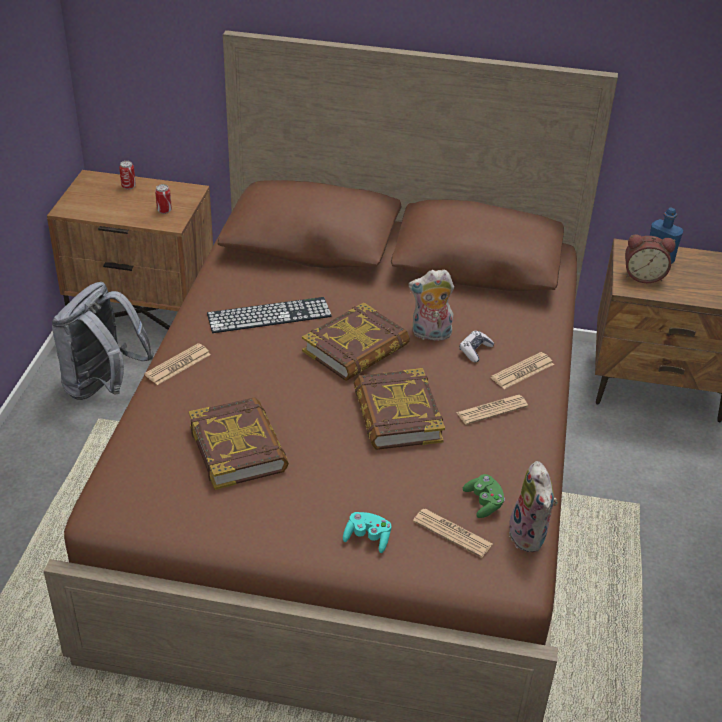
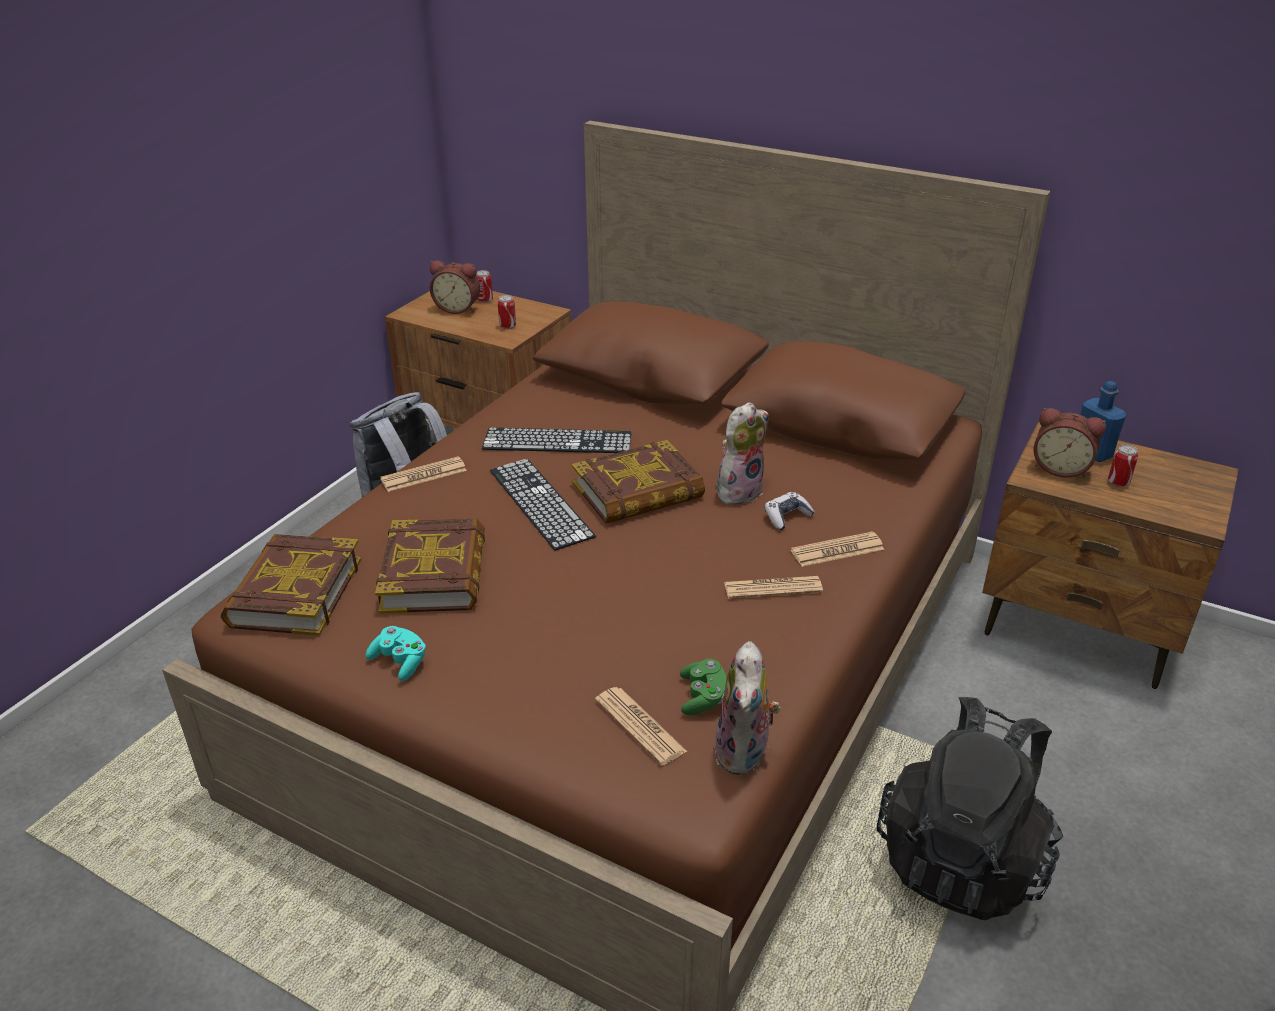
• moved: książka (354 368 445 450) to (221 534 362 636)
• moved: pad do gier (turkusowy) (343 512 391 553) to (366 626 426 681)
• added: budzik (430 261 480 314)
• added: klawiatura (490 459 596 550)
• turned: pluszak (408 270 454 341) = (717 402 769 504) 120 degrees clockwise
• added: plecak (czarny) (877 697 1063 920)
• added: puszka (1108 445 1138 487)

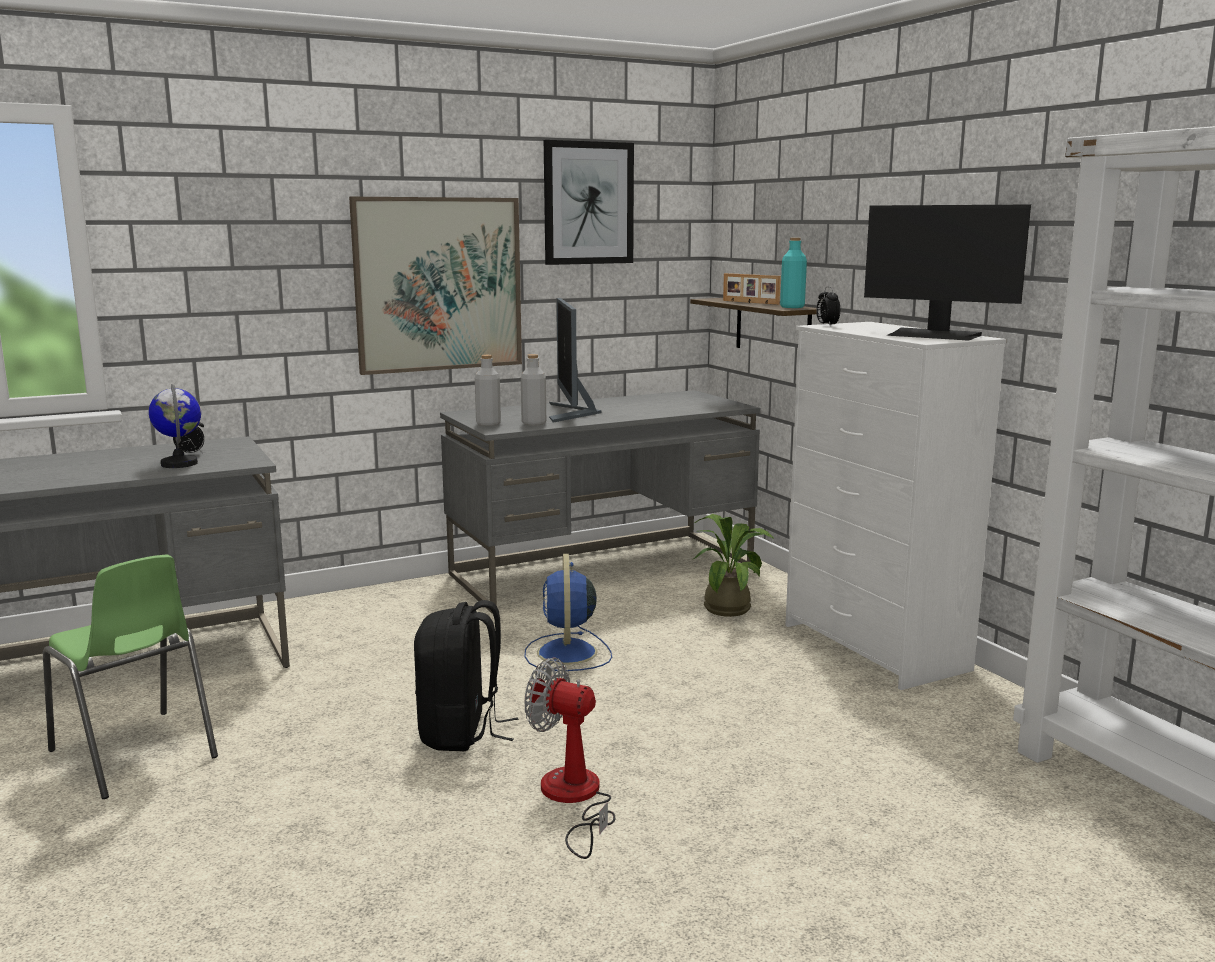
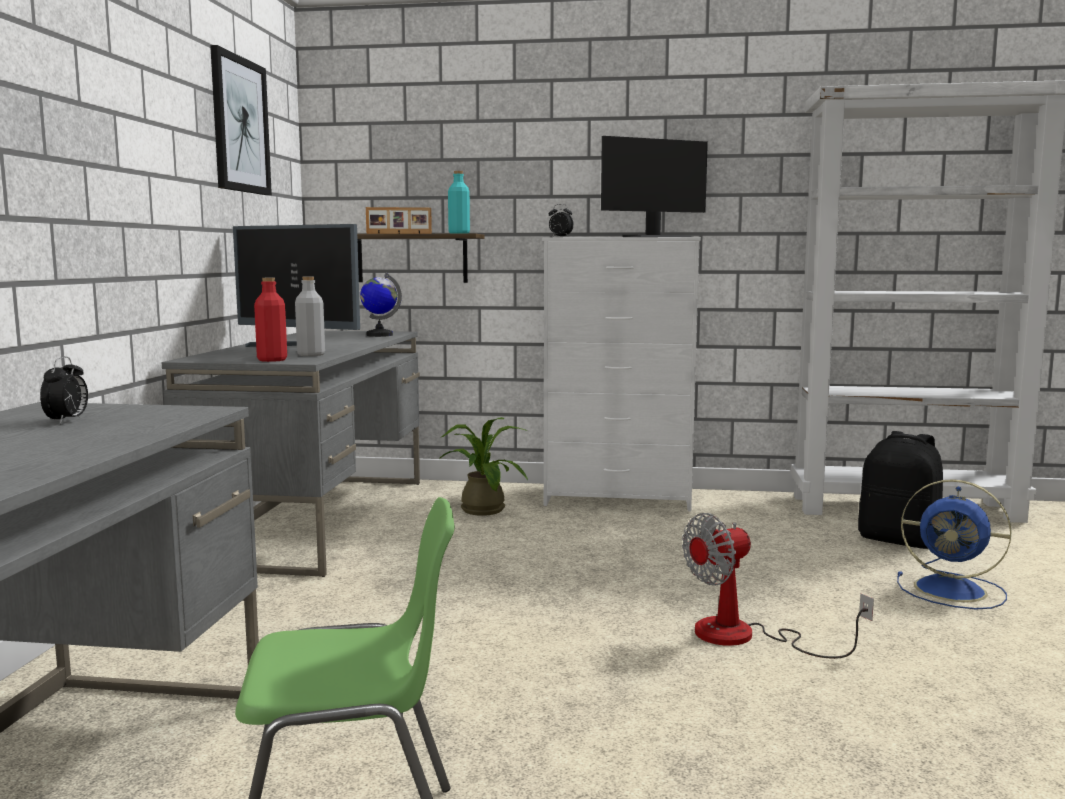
• recoloured: butelka (szary) (475 355 501 426) to butelka (czerwony) (254 278 287 362)
• moved: globus (149 384 201 468) to (360 273 402 337)
• moved: plecak (czarny) (414 600 519 751) to (858 431 943 549)
• moved: wentylator (niebieski) (525 554 612 671) to (897 479 1012 609)
• removed: obraz (349 197 522 375)

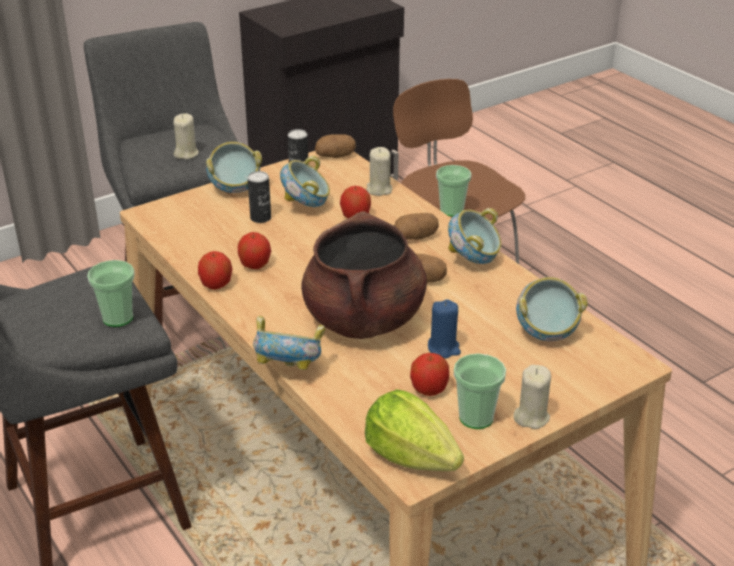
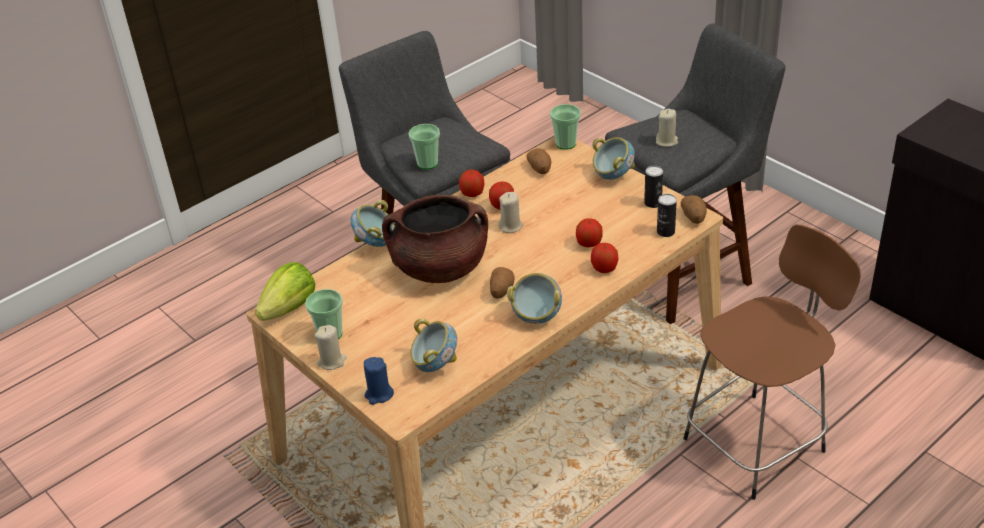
• moved: świeca (niebieski) (428 299 461 358) to (364 357 394 405)
• moved: świeca (beżowy) (367 147 392 196) to (498 192 524 233)
• moved: ziemniak (394 213 439 240) to (527 149 551 174)
• moved: filiżanka (436 165 472 216) to (550 104 581 150)
• moved: jabłko (410 353 449 396) to (591 243 619 273)
• moved: puszka (248 171 271 223) to (657 194 677 237)
• removed: miska (280 156 330 207)

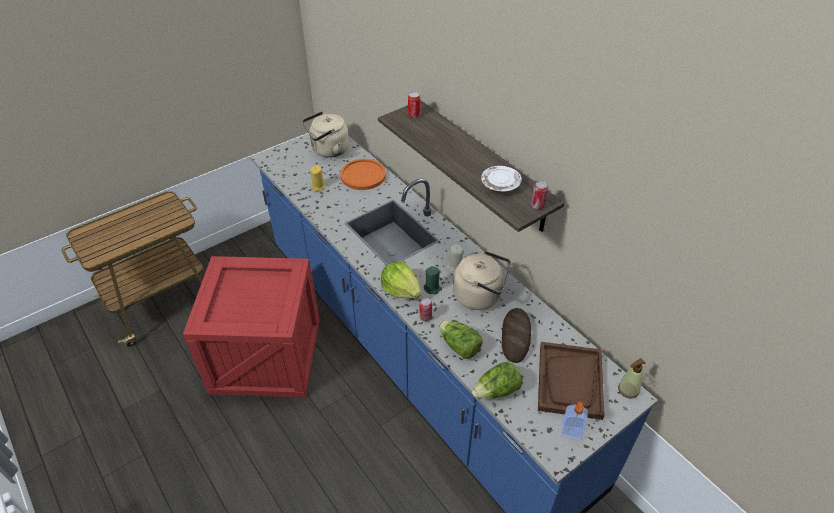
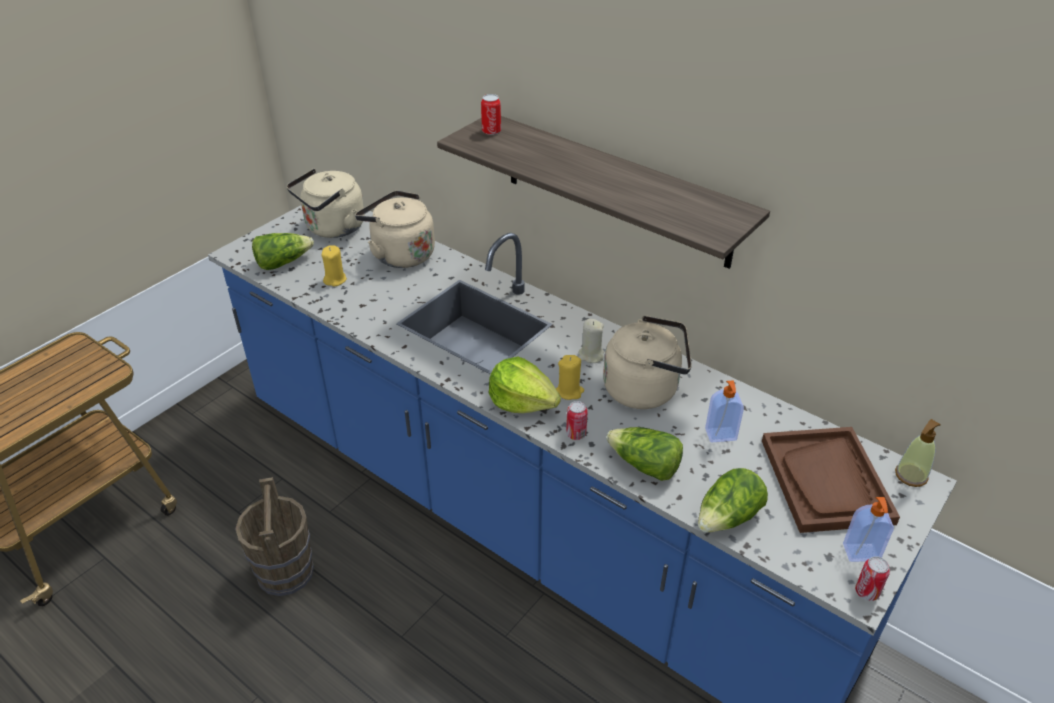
• replaced: skrzynka (183 256 320 397) to wiadro (brązowy) (235 477 314 596)
• added: sałata (252 233 314 270)
• replaced: talerz (pomarańczowy) (340 159 386 190) to czajnik (beżowy) (355 191 435 268)
• recoloured: świeca (zielony) (423 266 442 294) to świeca (żółty) (556 355 584 400)
• replaced: chleb (502 308 531 363) to dozownik mydła (705 380 744 442)
• moved: puszka (531 181 548 209) to (855 556 890 601)
• removed: talerz (biały) (481 166 522 193)

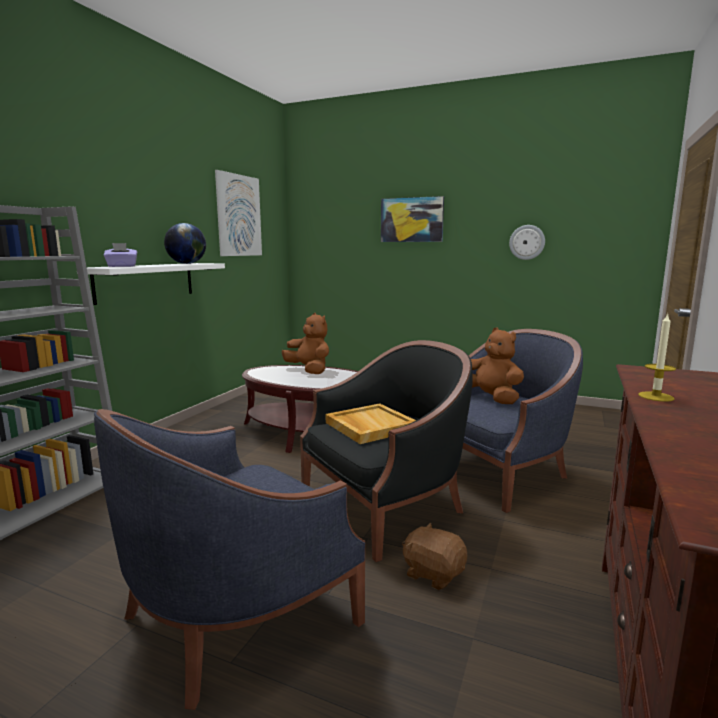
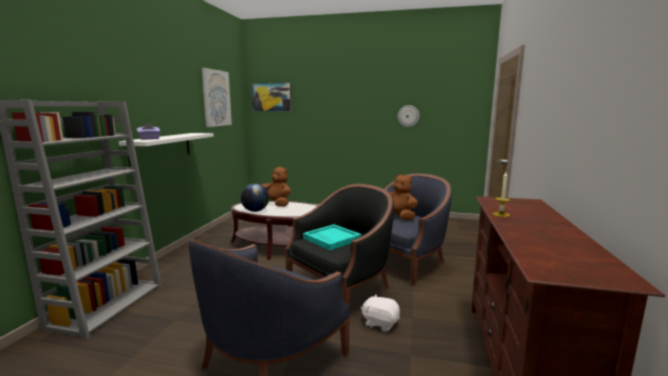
• moved: globus (164 223 206 264) to (241 184 269 212)
• moved: obraz (381 196 444 242) to (251 83 291 112)
• recoloured: taca (beżowy) (326 403 416 444) to taca (turkusowy) (303 224 362 250)
• recoloured: pluszak (brązowy) (402 523 467 590) to pluszak (biały) (361 294 400 332)

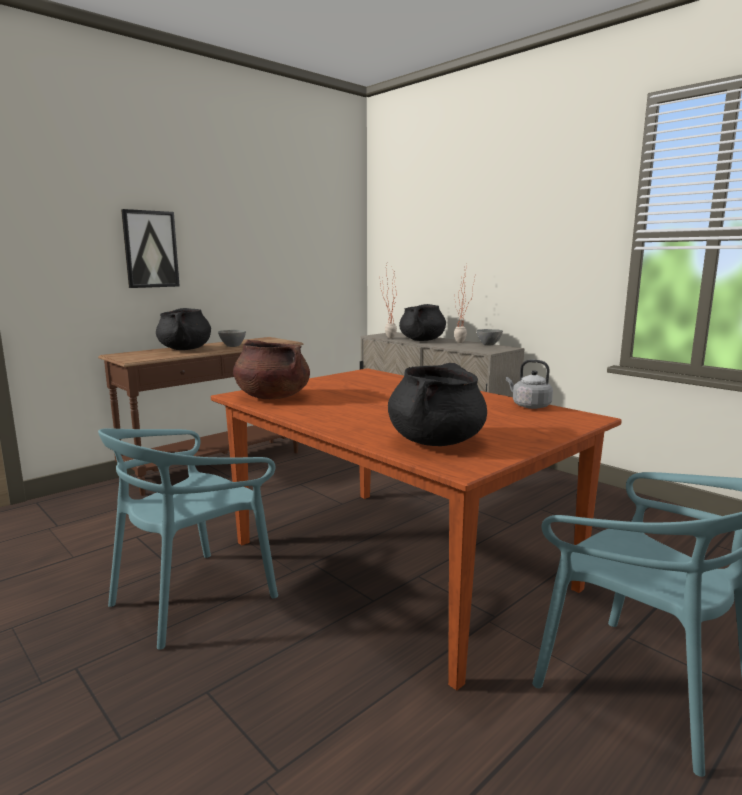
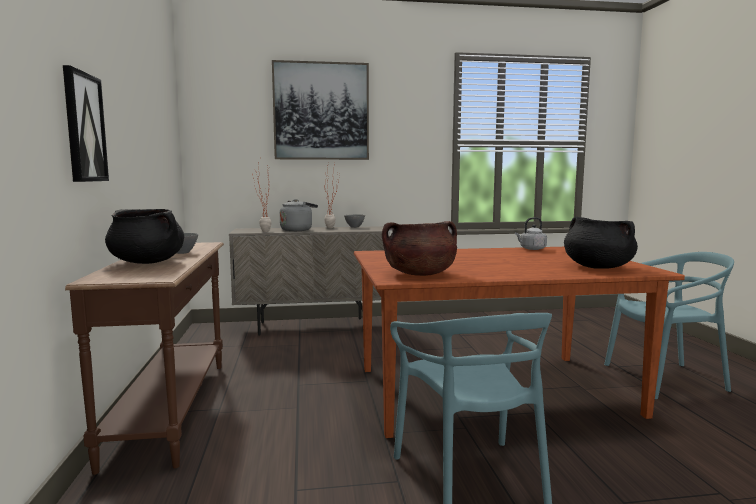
• added: obraz (272 60 369 160)
• replaced: garnek (czarny) (399 304 446 341) to czajnik (szary) (280 199 318 231)

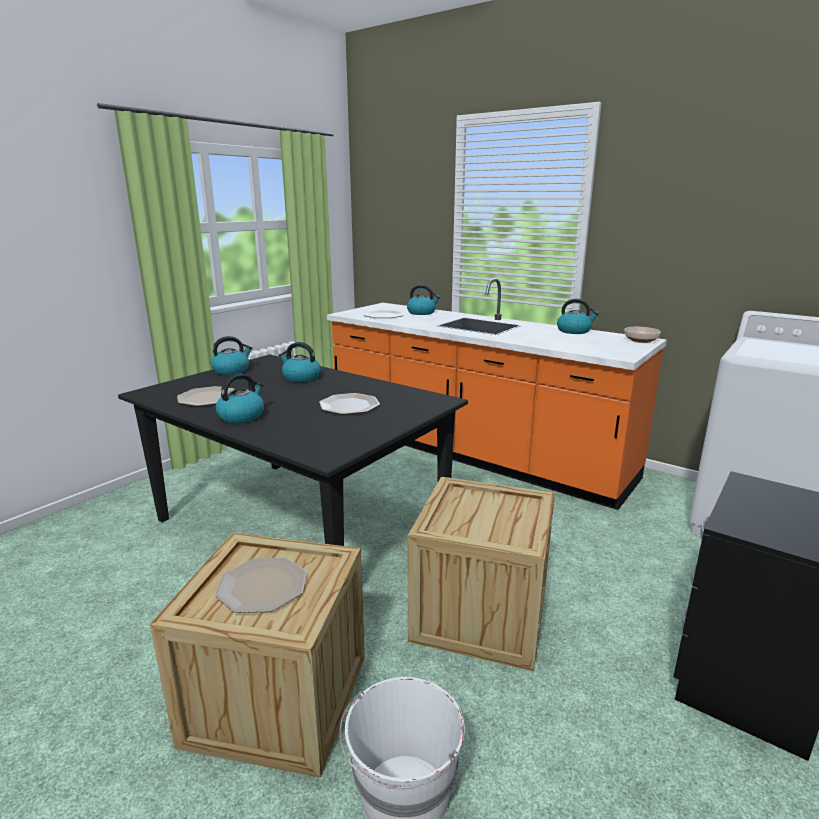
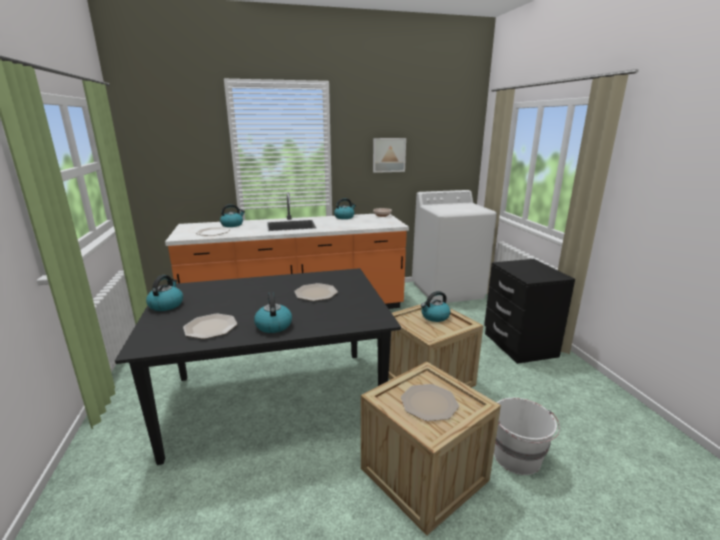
• added: obraz (373 138 406 173)
• moved: czajnik (279 342 321 382) to (421 291 450 322)

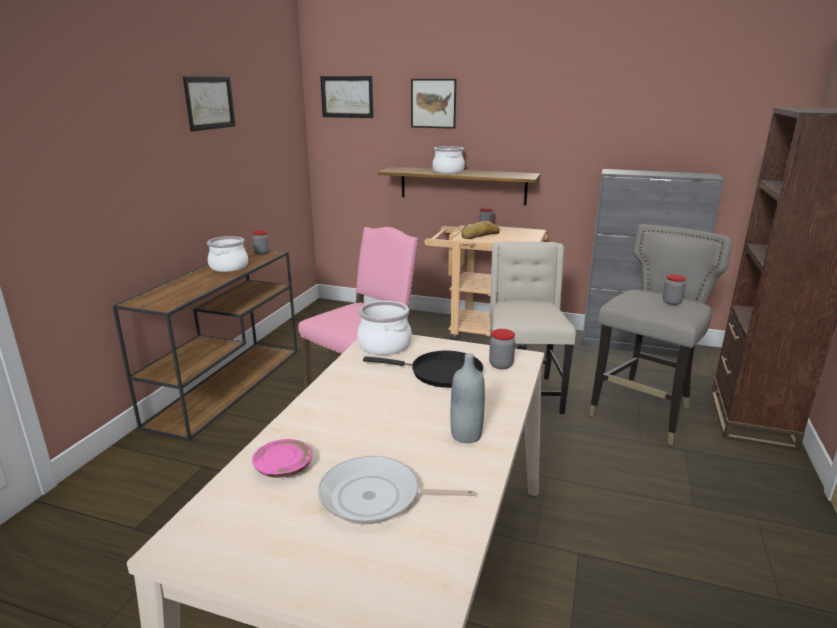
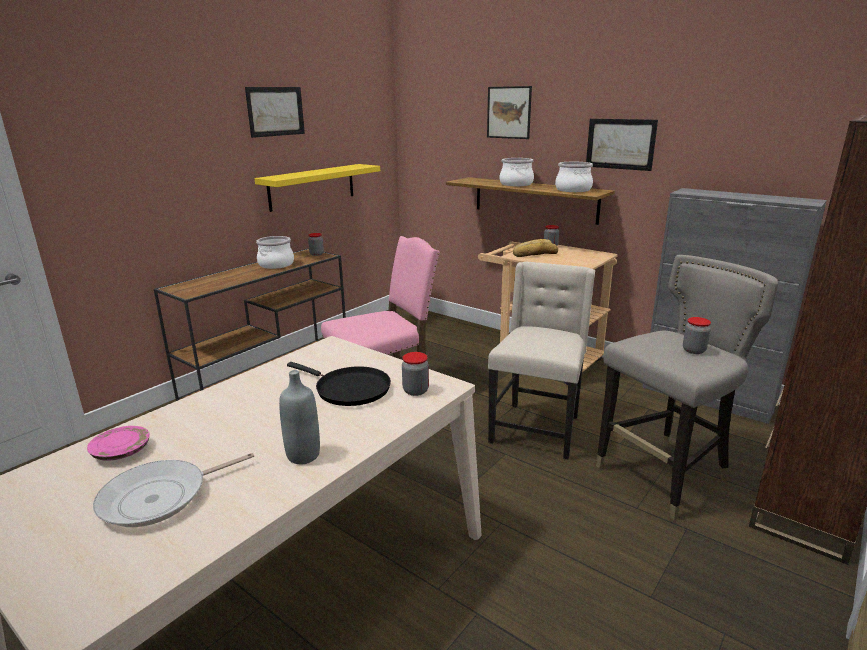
• turned: patelnia (318 456 475 524) = (93 453 254 527) 60 degrees counterclockwise
• added: półka (żółty) (254 164 380 212)
• moved: garnek (357 301 412 355) to (555 162 593 192)
• moved: obraz (320 76 374 118) to (586 119 658 171)

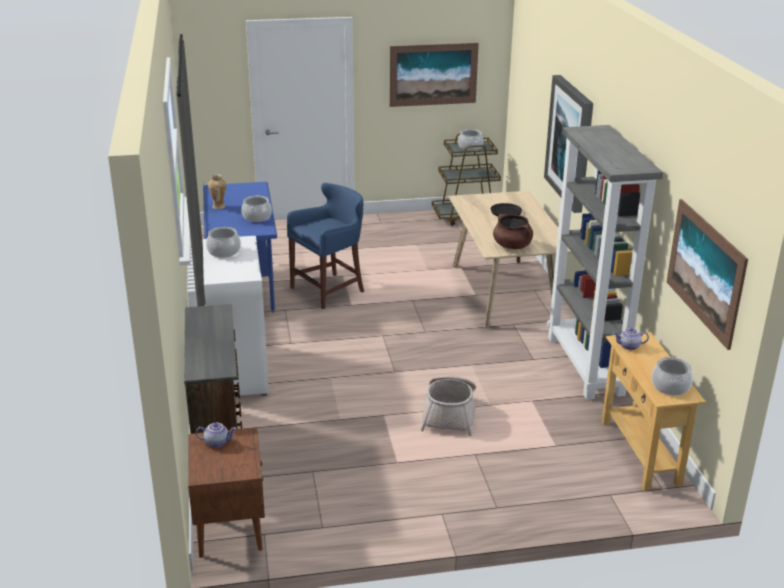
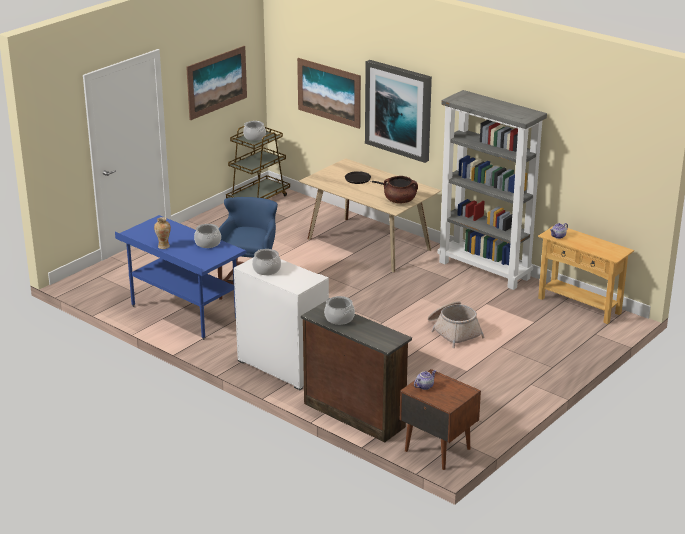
• moved: obraz (667 199 748 350) to (297 58 361 129)
• moved: garnek (651 357 693 396) to (324 296 355 325)

